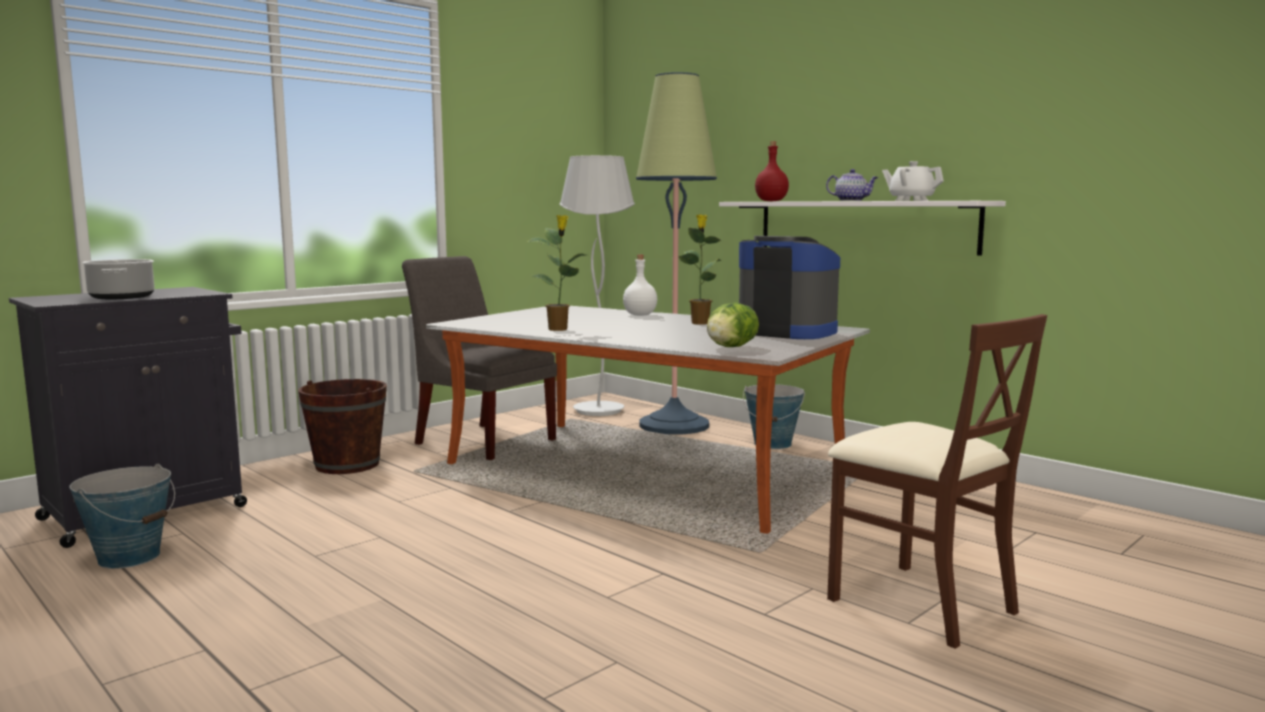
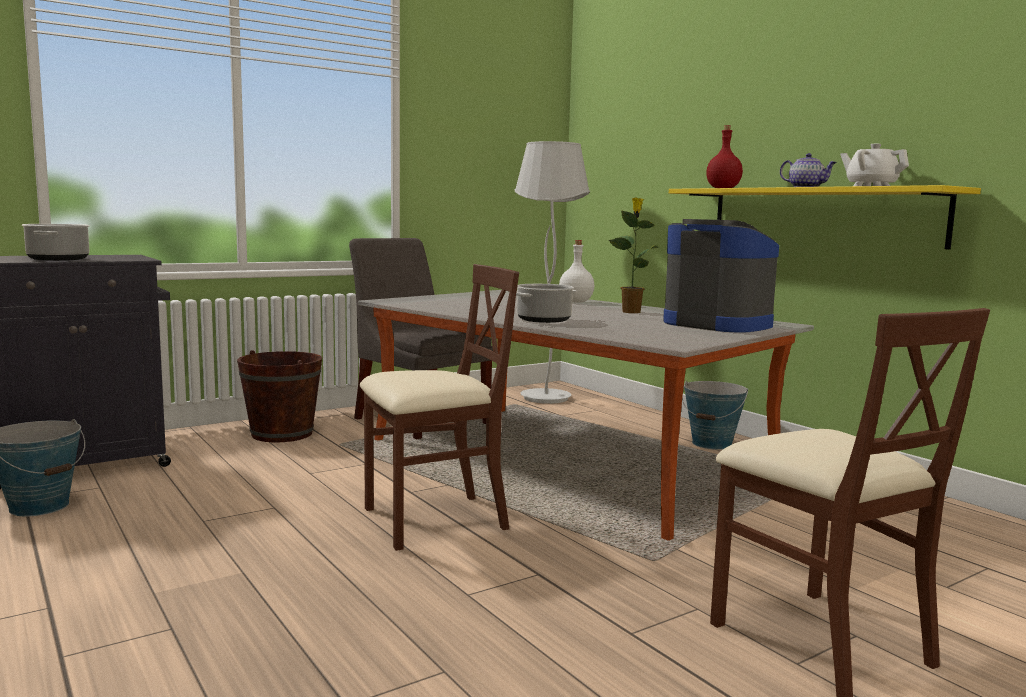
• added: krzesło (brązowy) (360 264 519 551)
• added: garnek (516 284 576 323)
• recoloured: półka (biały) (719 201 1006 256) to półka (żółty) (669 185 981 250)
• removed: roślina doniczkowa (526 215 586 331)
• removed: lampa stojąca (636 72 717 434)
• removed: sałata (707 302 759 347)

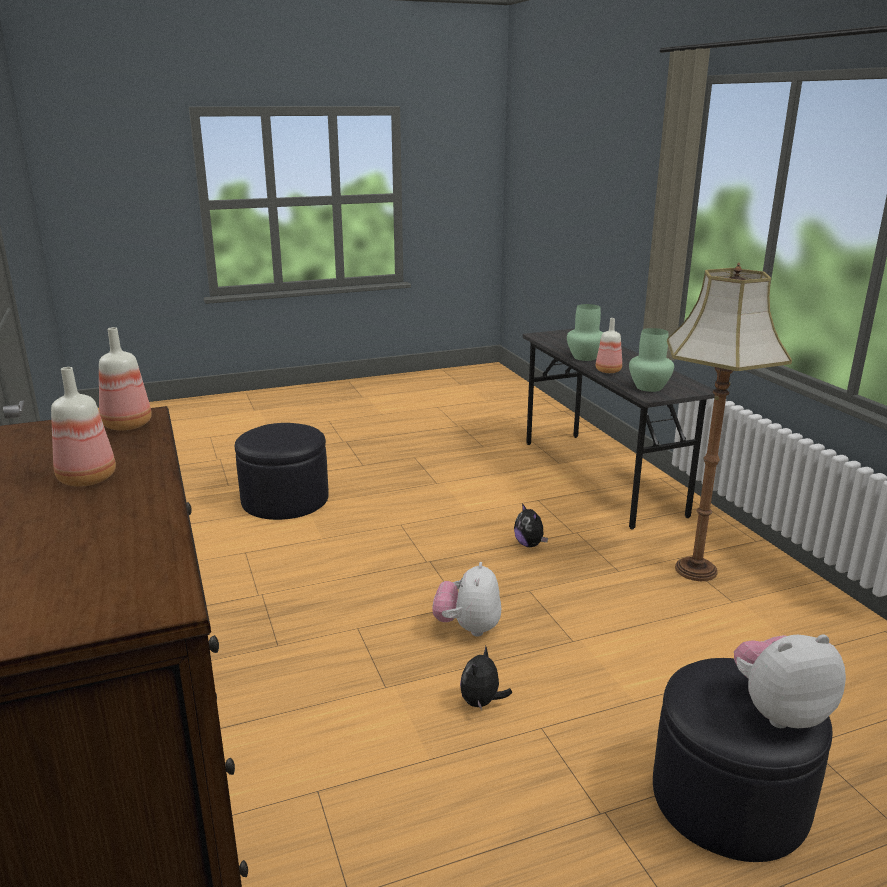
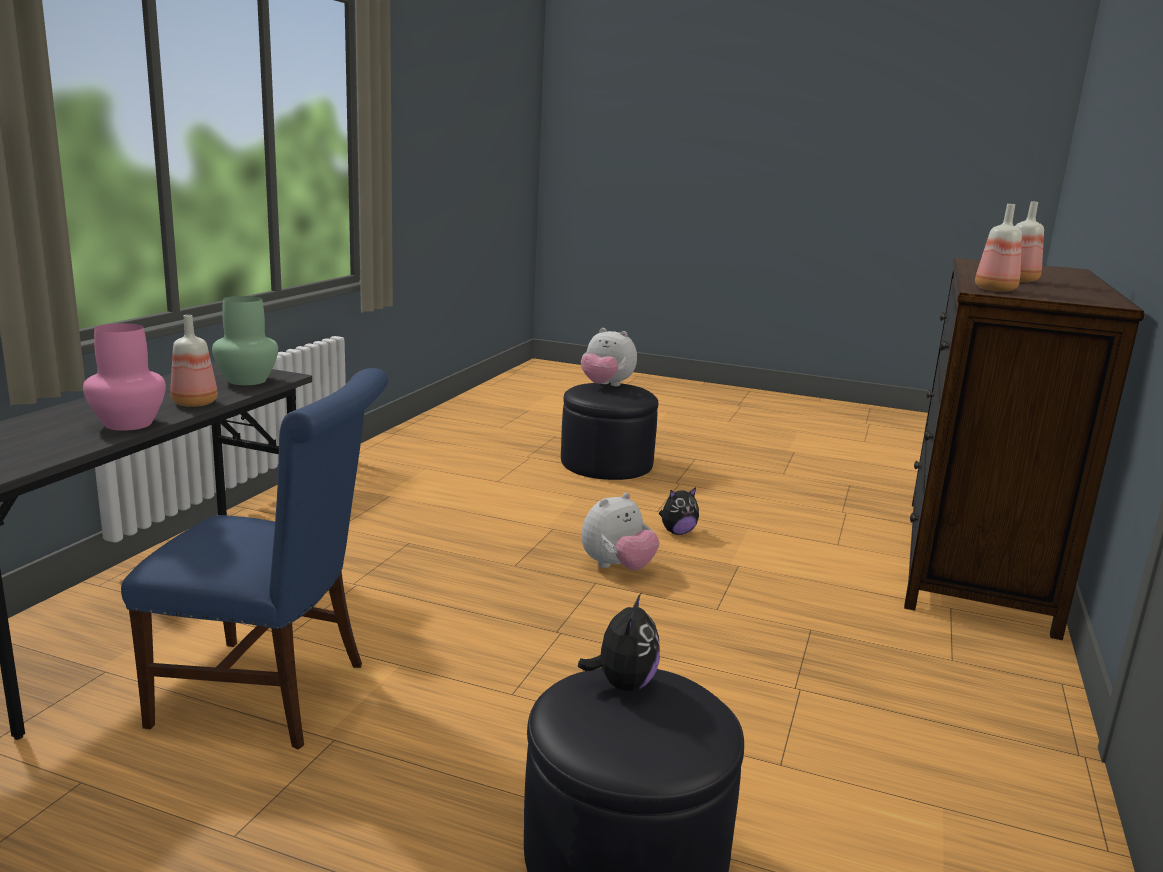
• recoloured: wazon (zielony) (567 304 603 361) to wazon (różowy) (83 323 166 431)
• added: krzesło (niebieski) (121 368 388 749)
• moved: pluszak (514 503 548 547) to (577 593 660 691)
• removed: lampa stojąca (667 263 792 581)

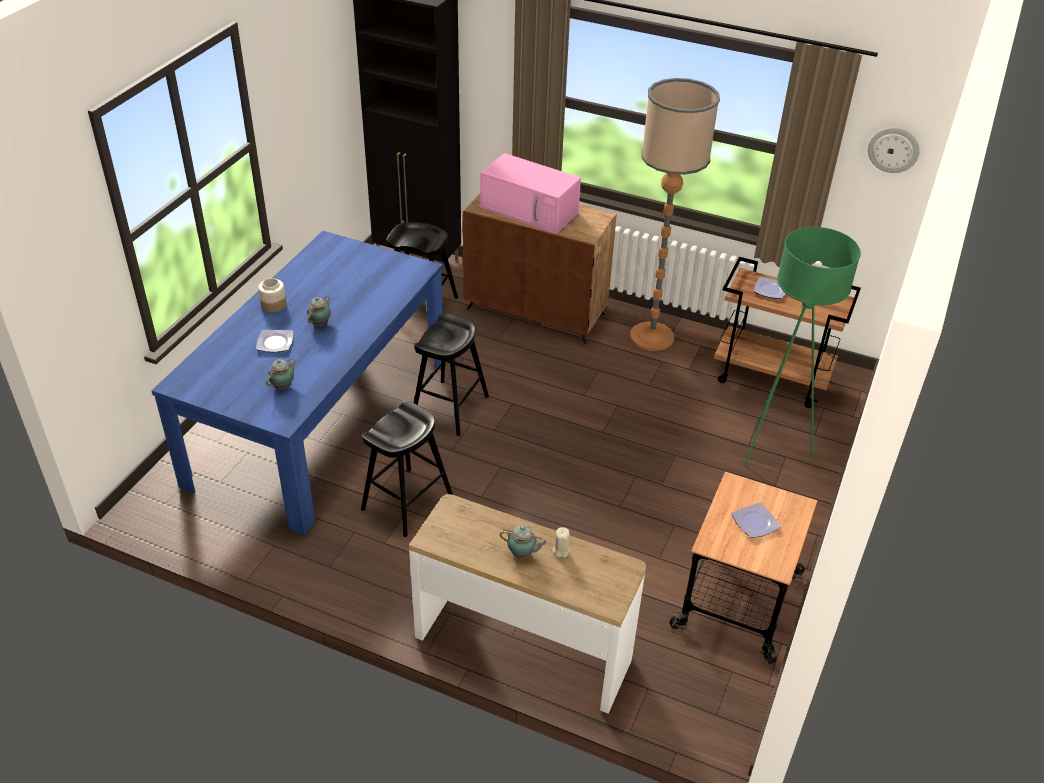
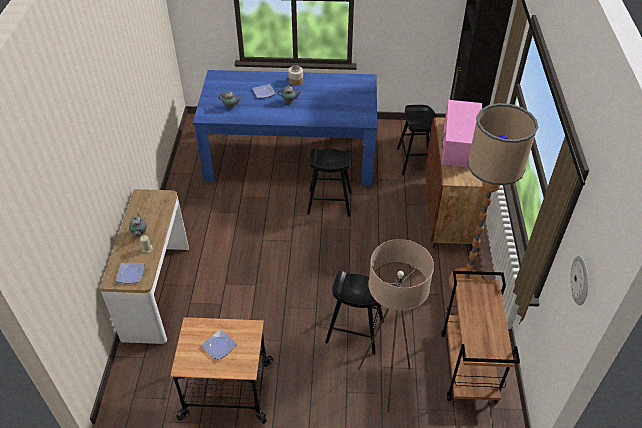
• moved: talerz (754 276 786 299) to (116 263 144 283)
• moved: stołek (czarny) (361 401 453 537) to (325 271 384 355)
• recoloured: lampa stojąca (zielony) (744 227 861 466) to lampa stojąca (beżowy) (358 239 434 413)

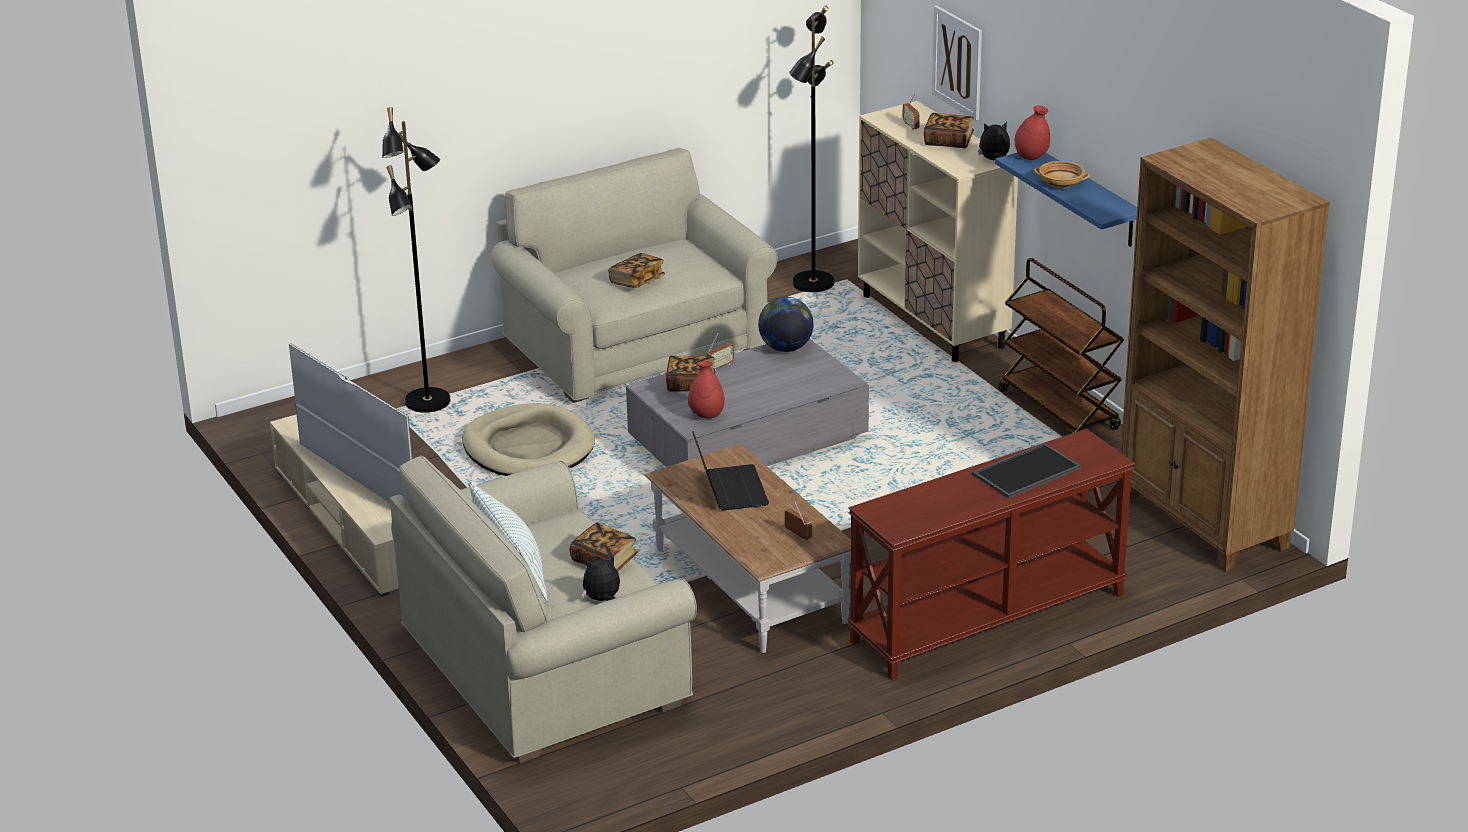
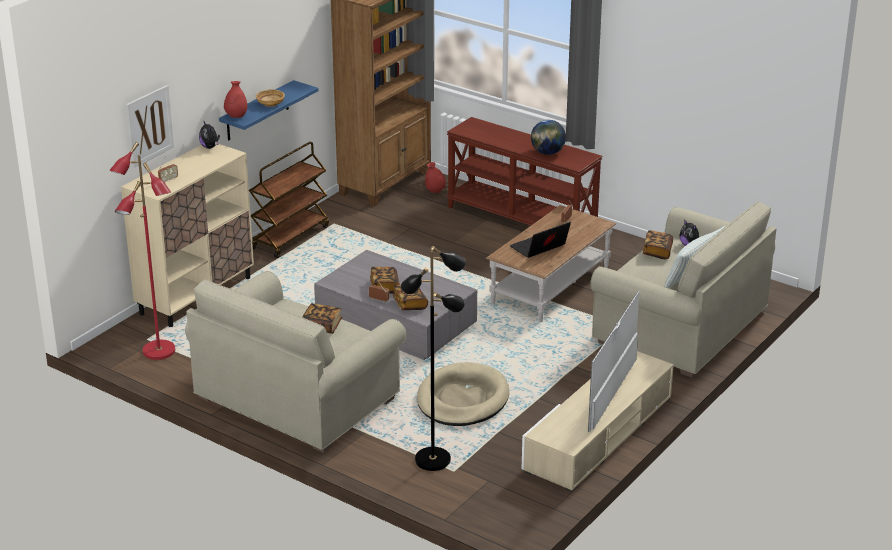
• recoloured: lampa stojąca (czarny) (789 6 835 292) to lampa stojąca (czerwony) (109 142 175 360)
• moved: książka (924 113 974 148) to (370 267 400 293)
• moved: wazon (czerwony) (688 361 725 419) to (425 162 446 193)
• moved: globus (758 297 814 352) to (531 120 566 155)
• removed: taca (972 443 1081 498)

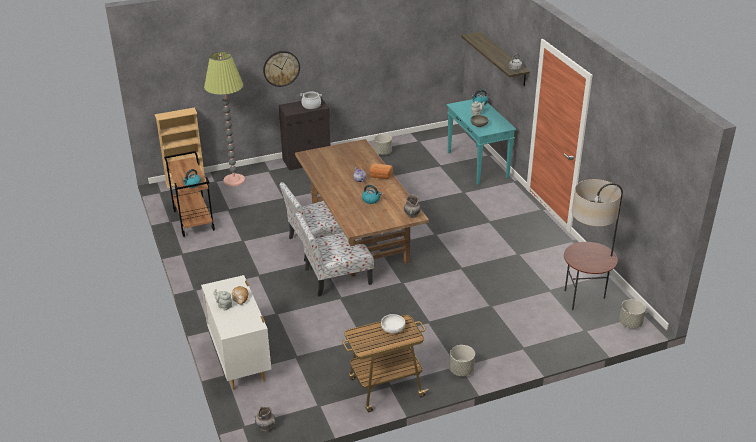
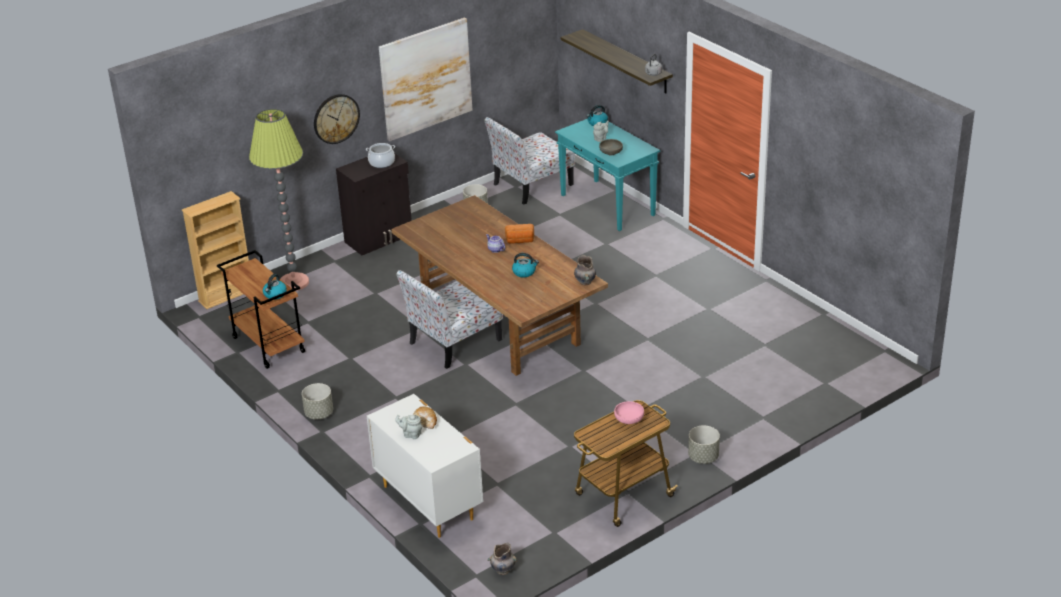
• moved: donica (szary) (619 299 646 329) to (302 383 333 419)
• added: obraz (379 17 472 141)
• moved: krzesło (295 212 374 297) to (485 117 575 205)
• recoloured: miska (biały) (381 314 405 333) to miska (różowy) (614 401 644 424)
• removed: lampa stojąca (564 179 623 310)

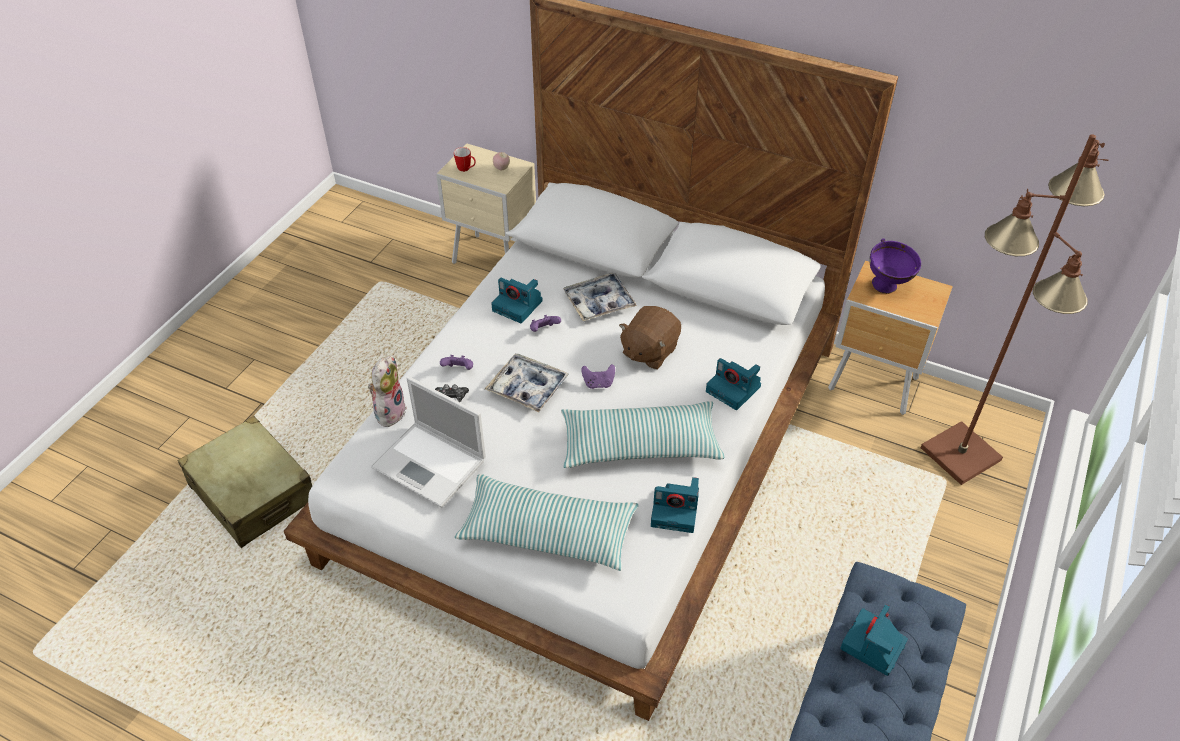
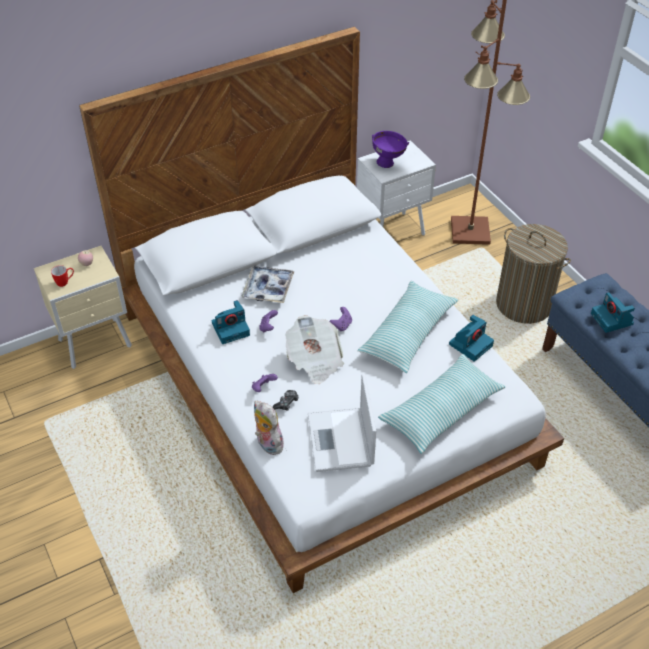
• replaced: taca (485 353 569 413) to gazeta (285 315 344 384)
• turned: laptop (371 376 486 508) = (308 374 376 472) 105 degrees clockwise
• recoloured: szafka nocna (brązowy) (828 261 953 415) to szafka nocna (biały) (357 140 436 235)
• added: kosz na pranie (496 224 571 324)
• removed: walizka (beżowy) (178 416 312 548)
• removed: pluszak (brązowy) (619 306 681 369)
• removed: aparat fotograficzny (706 358 761 410)

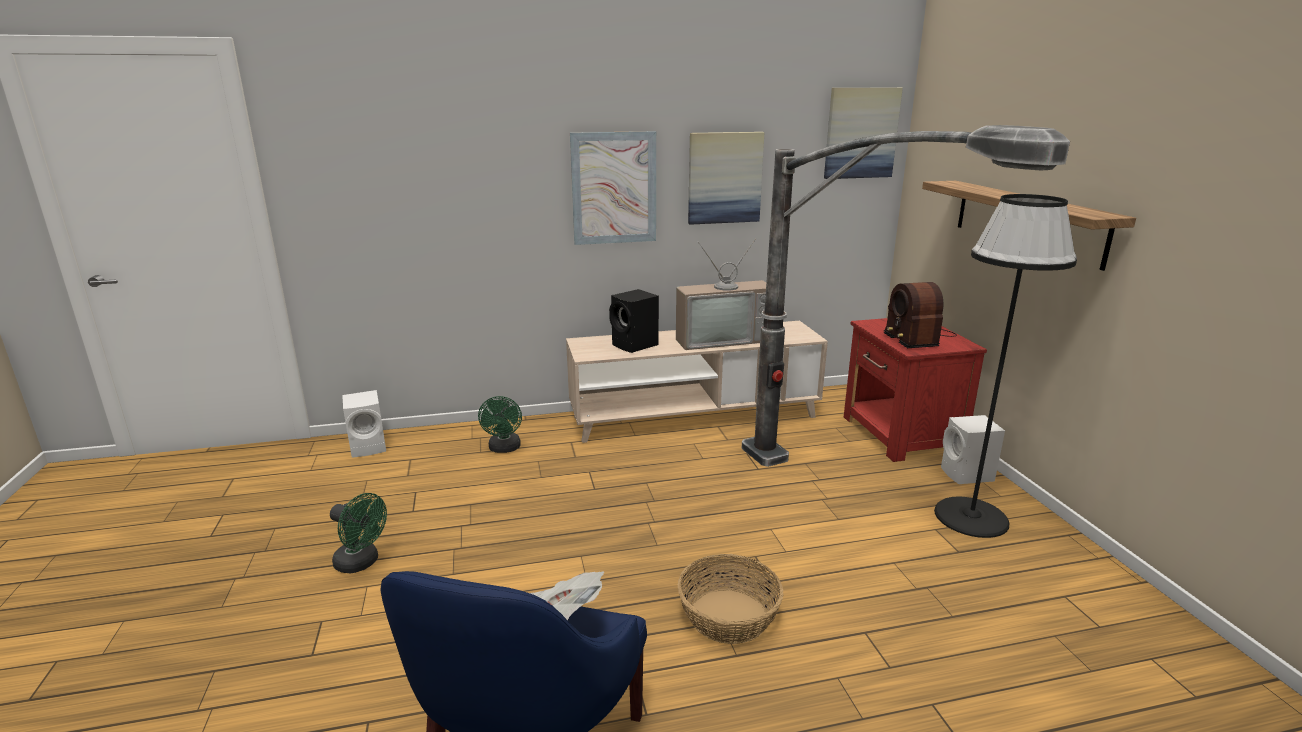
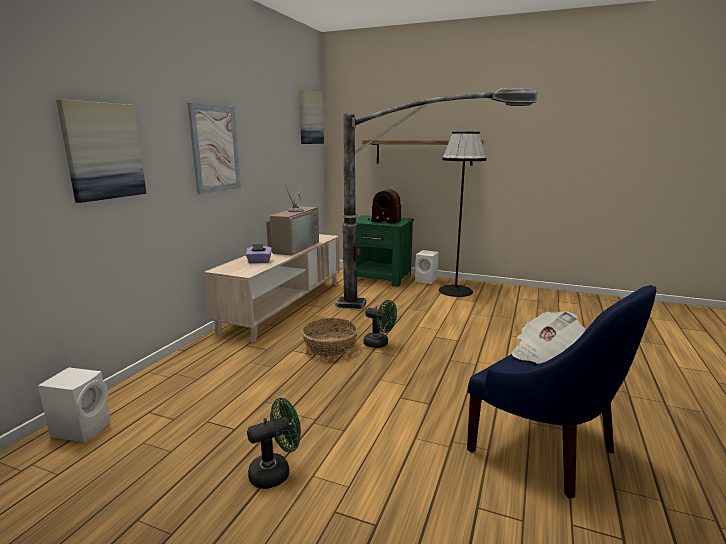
• moved: obraz (688 132 765 225) to (56 99 147 203)
• replaced: głośnik (czarny) (609 289 659 353) to pudełko chusteczek (fioletowy) (246 244 272 263)
• moved: koszyk (678 554 784 644) to (301 318 358 357)
• recoloured: szafka nocna (czerwony) (844 318 987 462) to szafka nocna (zielony) (356 215 414 287)
• moved: wentylator (zielony) (478 396 522 453) to (363 300 397 348)

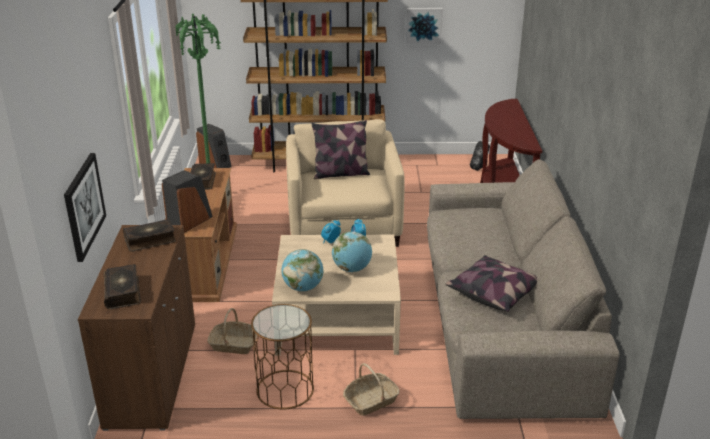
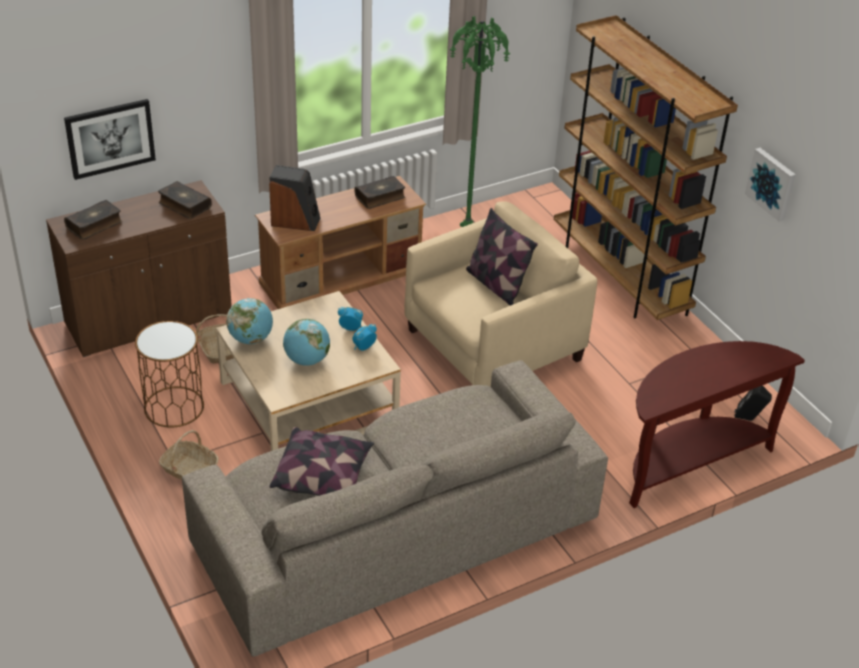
• removed: głośnik (196 124 232 168)

